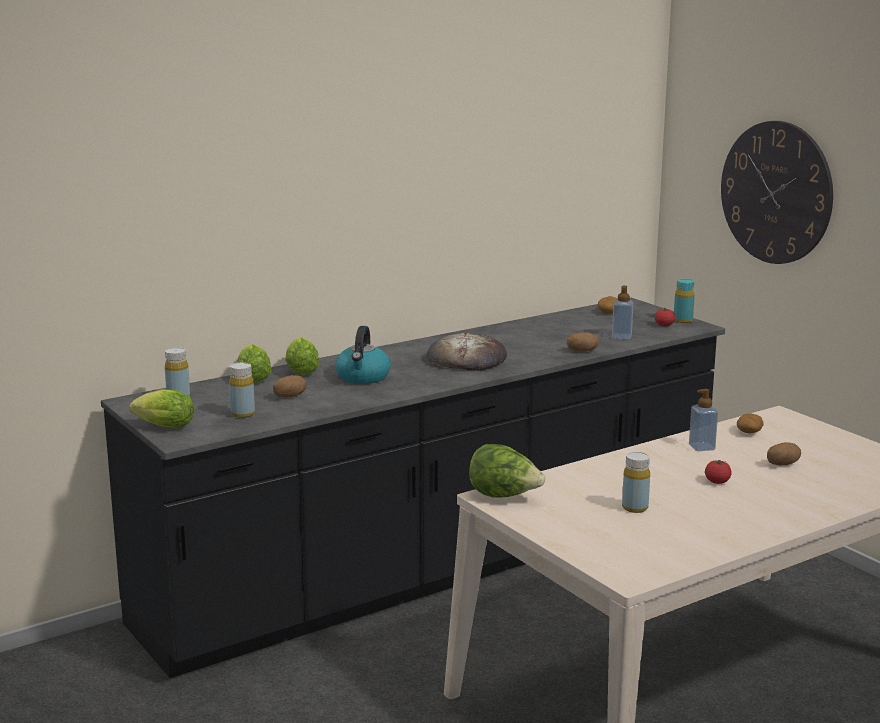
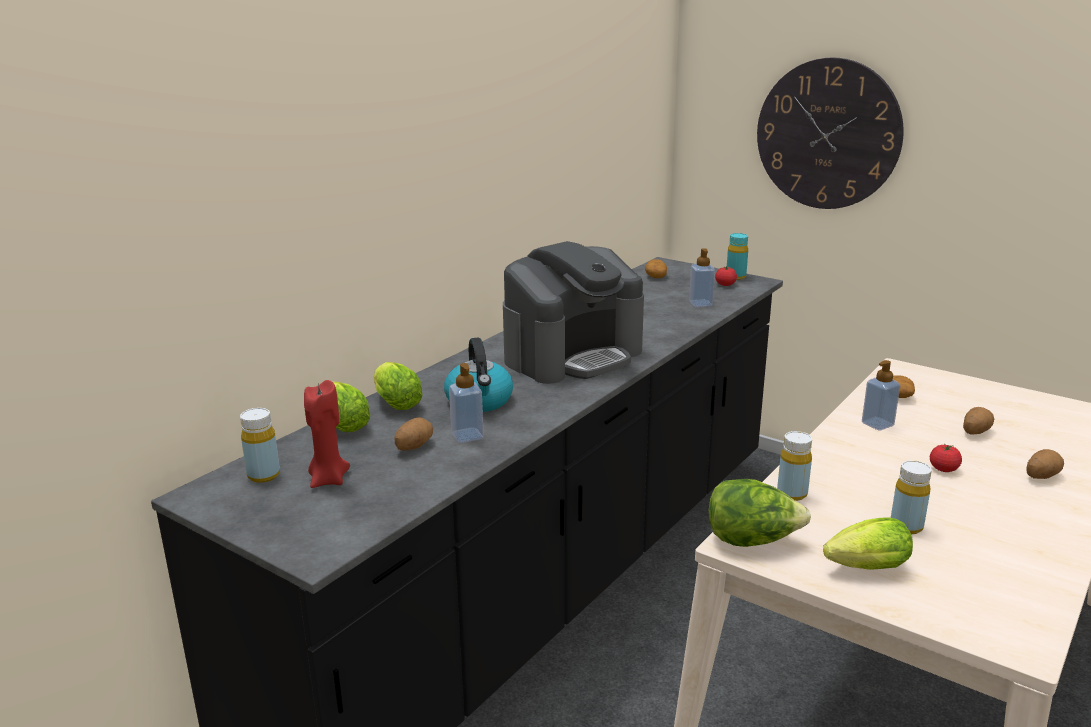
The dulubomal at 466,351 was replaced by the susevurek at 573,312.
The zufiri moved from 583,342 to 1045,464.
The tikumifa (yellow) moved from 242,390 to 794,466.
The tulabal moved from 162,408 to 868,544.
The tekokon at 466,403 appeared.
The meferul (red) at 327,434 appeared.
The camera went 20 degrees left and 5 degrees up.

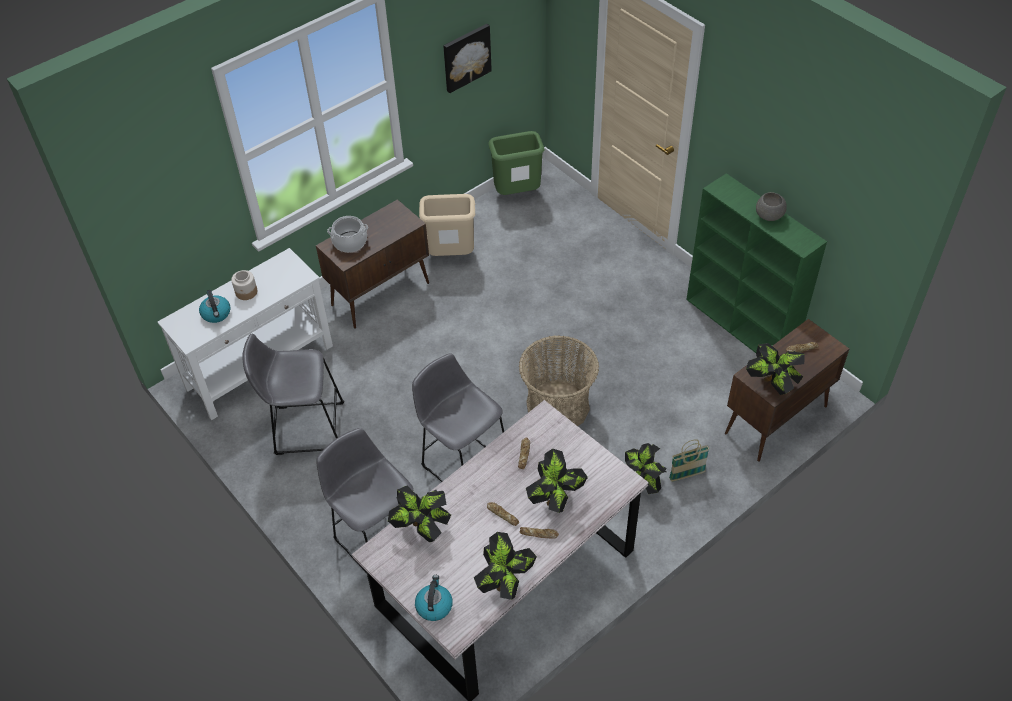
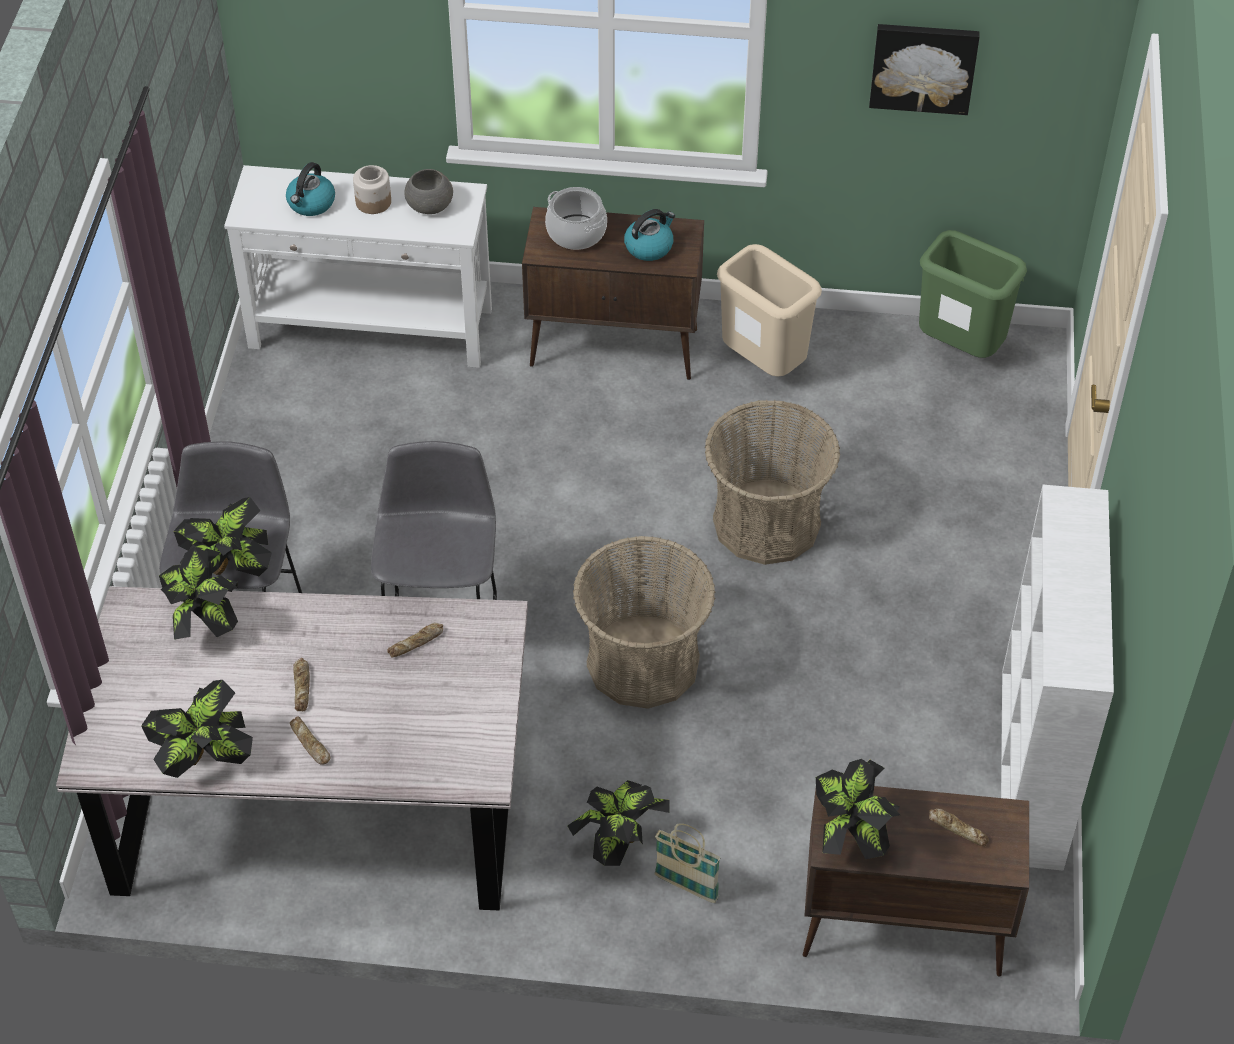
The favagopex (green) at 756,263 became the favagopex (white) at 1057,678.
The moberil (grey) moved from 771,206 to 428,191.
The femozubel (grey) at 293,394 disappeared.
The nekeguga moved from 557,481 to 222,536.
The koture moved from 434,598 to 649,235.
The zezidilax at 772,482 appeared.
The camera went 45 degrees right and 0 degrees up.

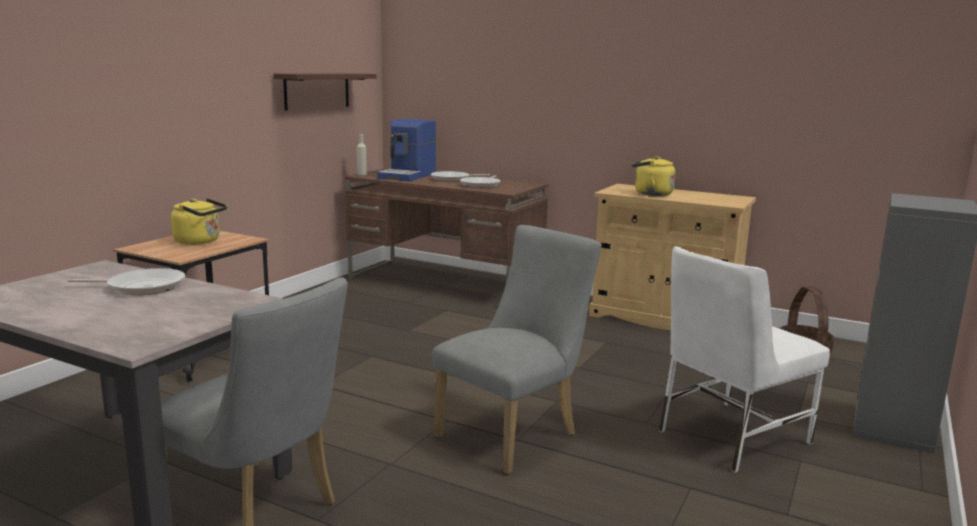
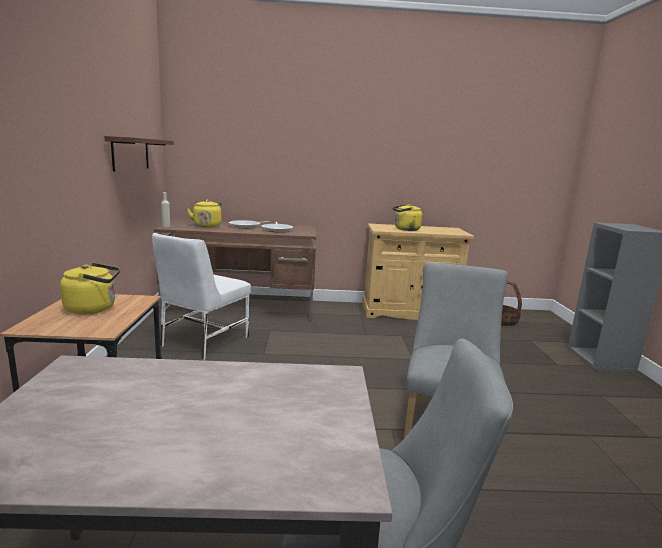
The susevurek at 406,150 was replaced by the koture (yellow) at 204,213.
The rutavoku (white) moved from 744,359 to 201,296.
The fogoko at 126,281 disappeared.
The camera went 30 degrees left and 0 degrees up.

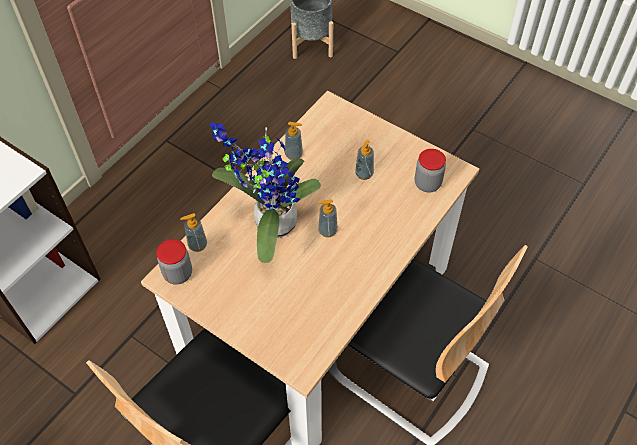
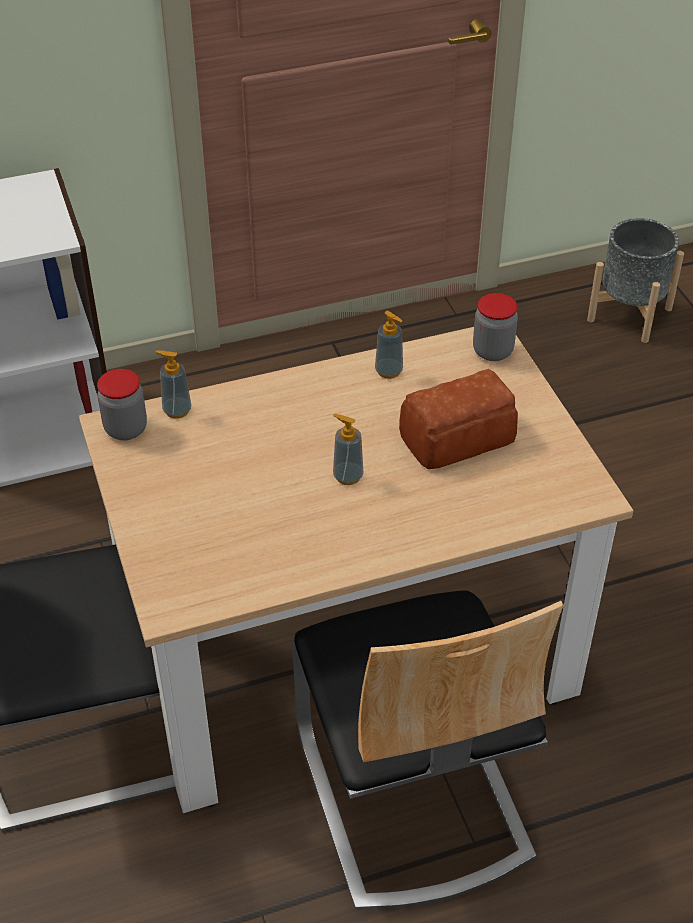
The nekeguga at 265,192 disappeared.
The tekokon at 364,160 was replaced by the dulubomal at 458,419.
The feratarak moved from 430,170 to 495,327.
The camera went 35 degrees right and 10 degrees down.

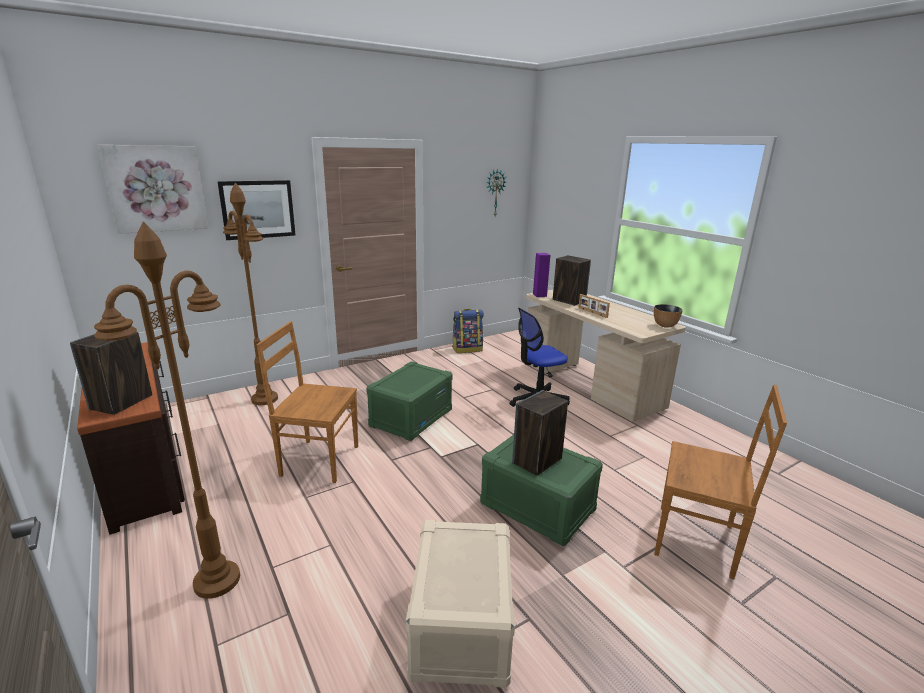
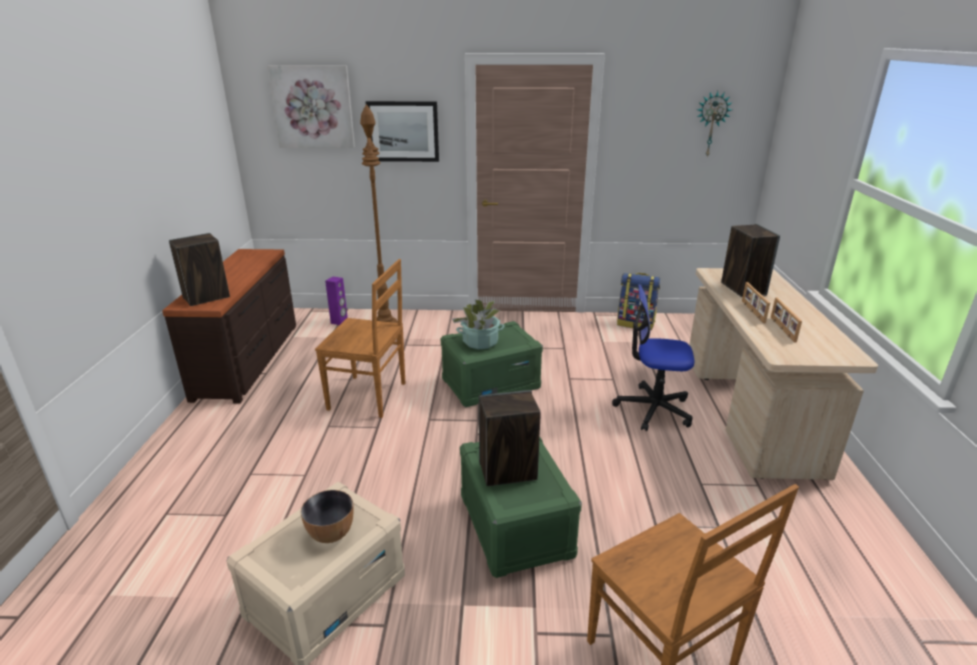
The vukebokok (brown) at 167,410 disappeared.
The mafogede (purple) moved from 541,275 to 336,301.
The moberil moved from 668,316 to 327,516.
The rutavoku (brown) at 307,402 turned 150 degrees clockwise.
The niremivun at 786,319 appeared.
The nekeguga at 478,324 appeared.
The camera went 35 degrees right and 5 degrees up.

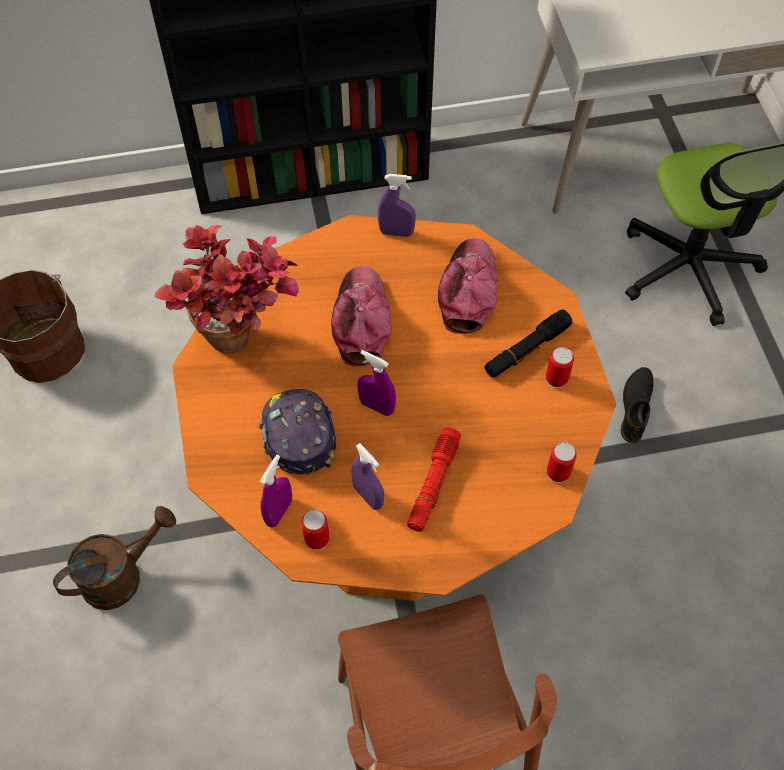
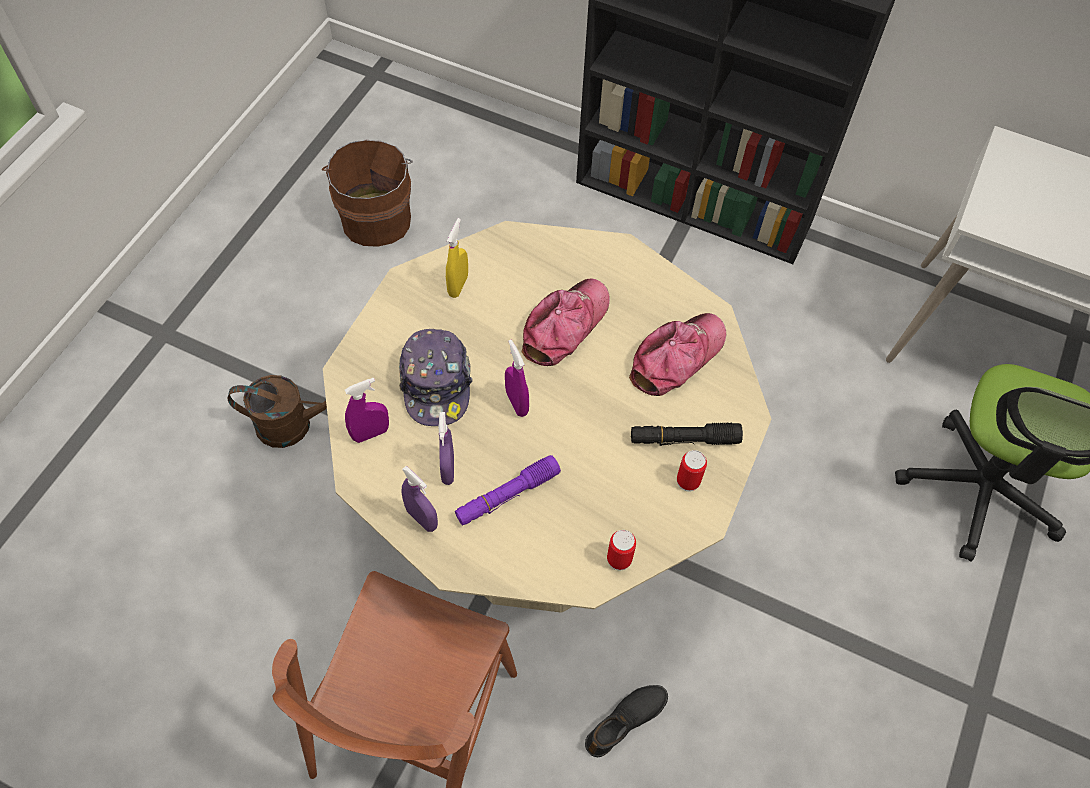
The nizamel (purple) moved from 397,205 to 420,499.
The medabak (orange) at 394,408 became the medabak (beige) at 547,417.
The nekeguga at 226,289 was replaced by the nizamel (yellow) at 457,258.
The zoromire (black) moved from 637,405 to 626,721.
The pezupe at 298,432 turned 150 degrees clockwise.
The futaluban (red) at 434,479 became the futaluban (purple) at 508,490.
The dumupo at 315,530 disappeared.
The camera went 35 degrees right and 0 degrees up.

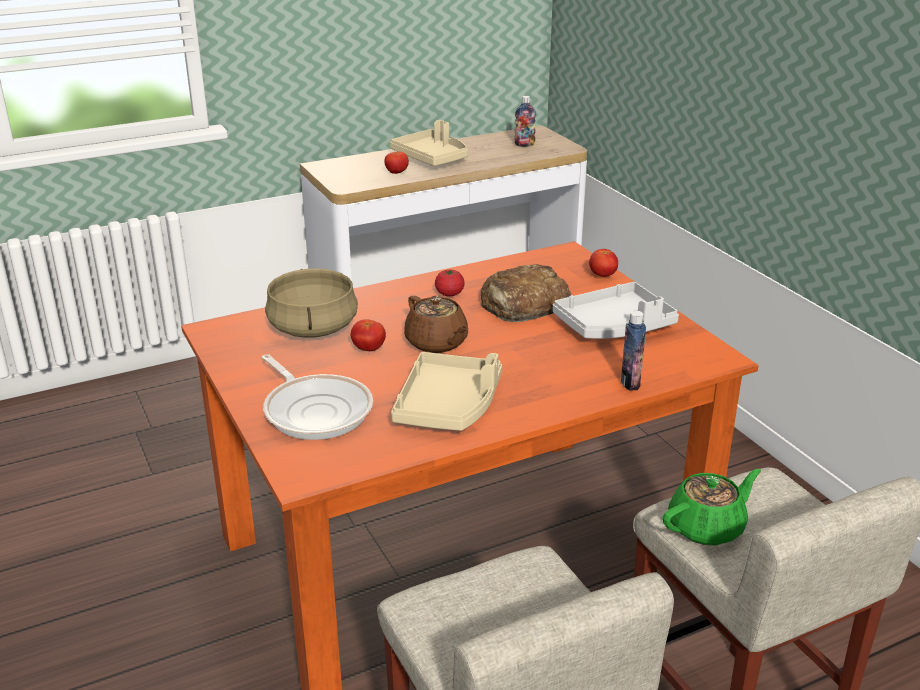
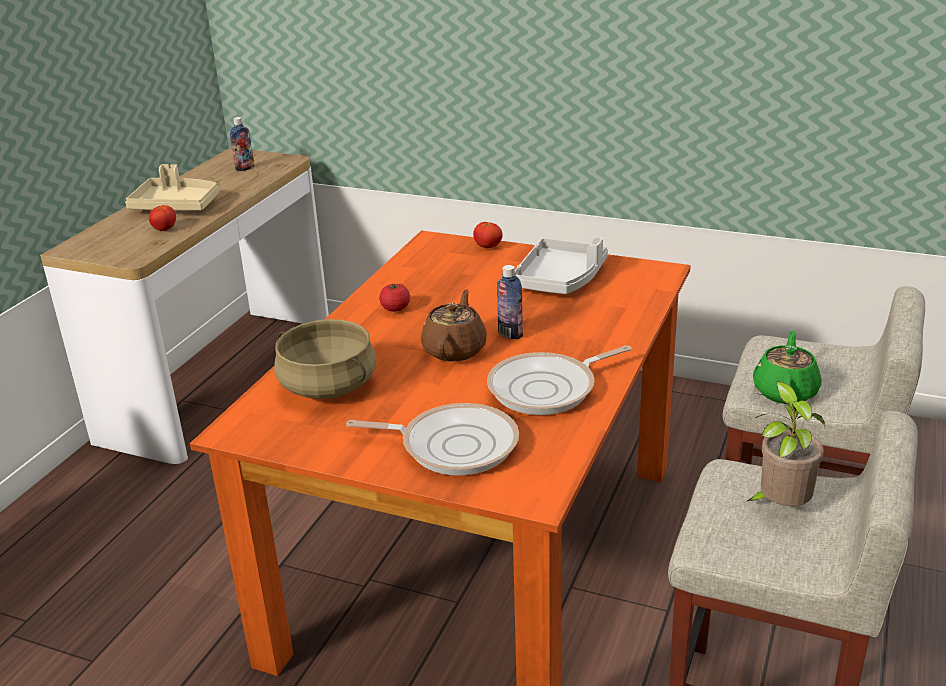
The dulubomal at 526,293 disappeared.
The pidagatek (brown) at 436,324 turned 90 degrees counterclockwise.
The tikumifa moved from 633,351 to 510,302.
The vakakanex at 368,335 disappeared.
The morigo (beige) at 446,391 was replaced by the fogoko at 559,380.
The nekeguga at 786,444 appeared.
The camera went 40 degrees left and 0 degrees up.

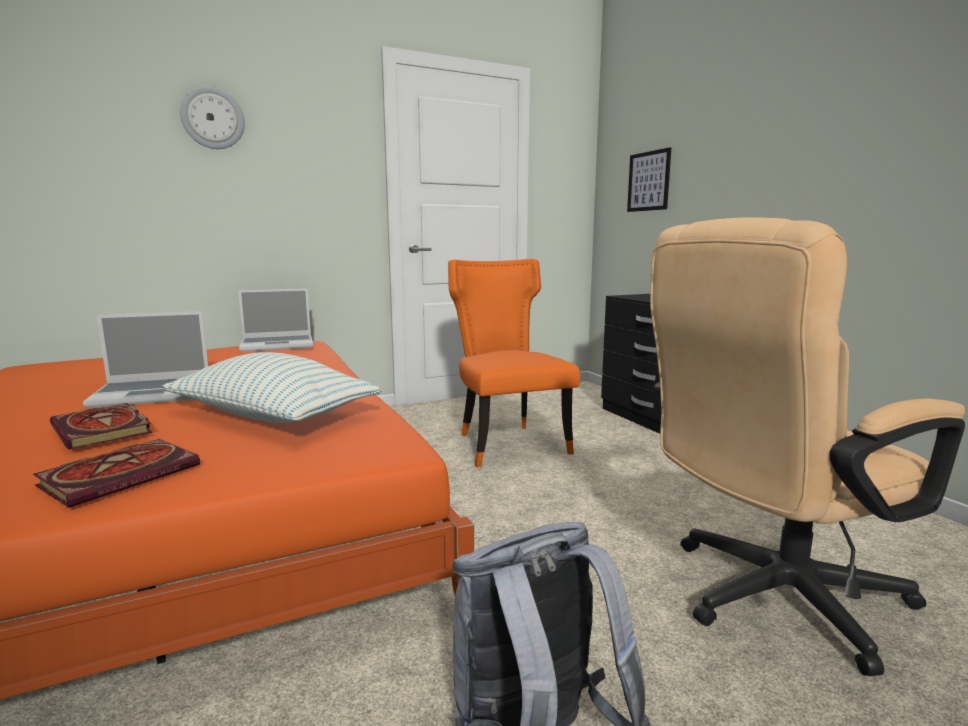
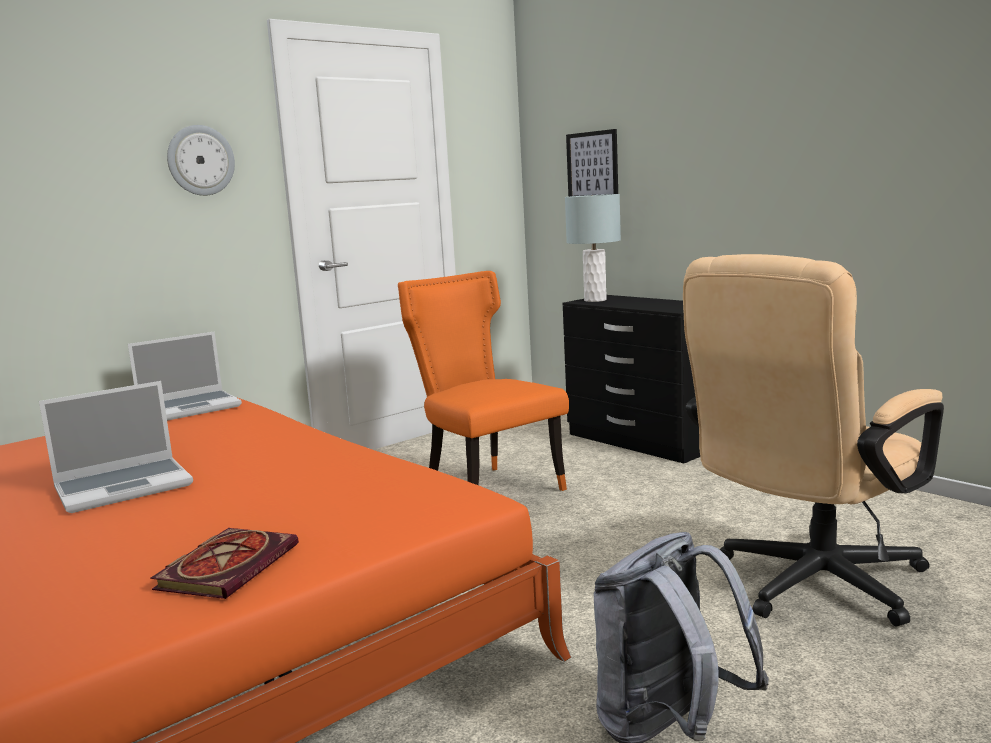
The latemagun moved from 212,117 to 201,160.
The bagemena at 271,387 disappeared.
The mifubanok at 101,426 disappeared.
The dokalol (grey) at 593,248 appeared.
The camera went 15 degrees left and 0 degrees up.

